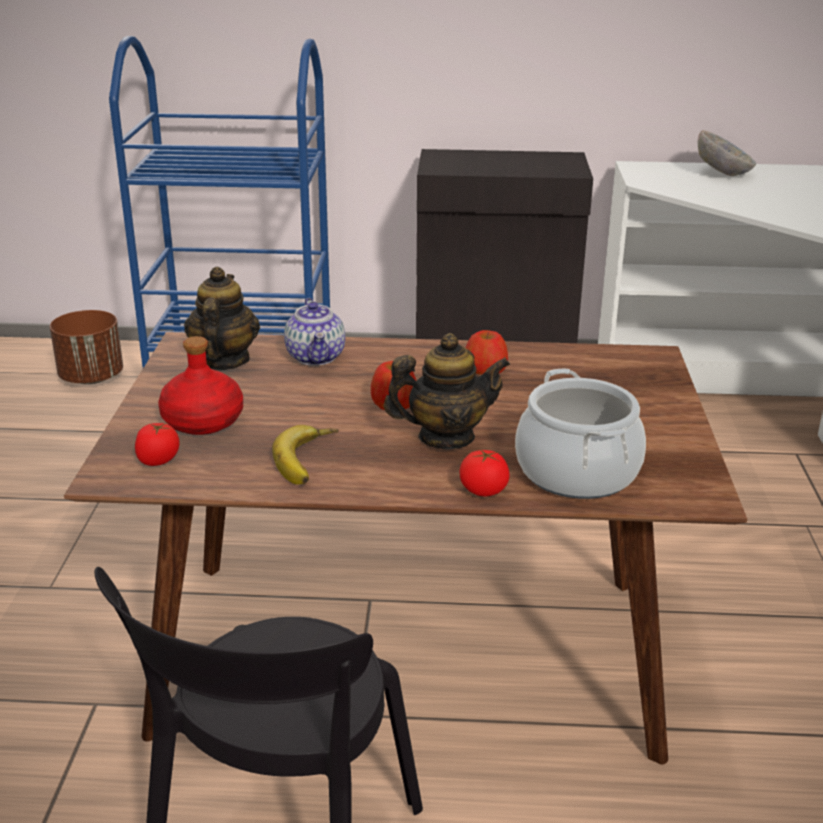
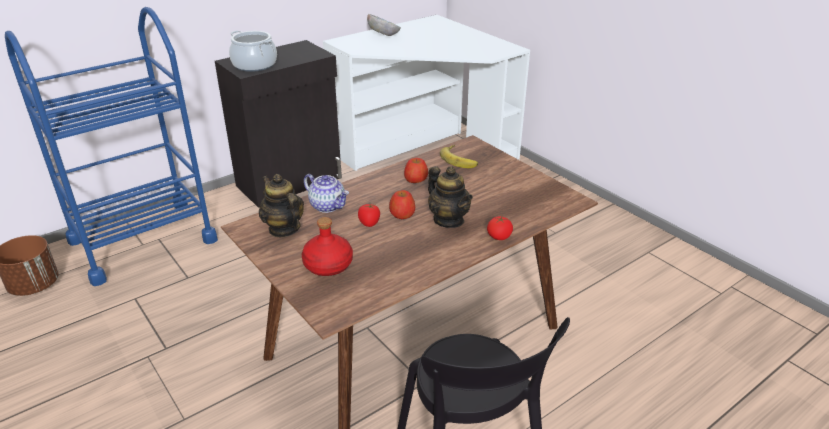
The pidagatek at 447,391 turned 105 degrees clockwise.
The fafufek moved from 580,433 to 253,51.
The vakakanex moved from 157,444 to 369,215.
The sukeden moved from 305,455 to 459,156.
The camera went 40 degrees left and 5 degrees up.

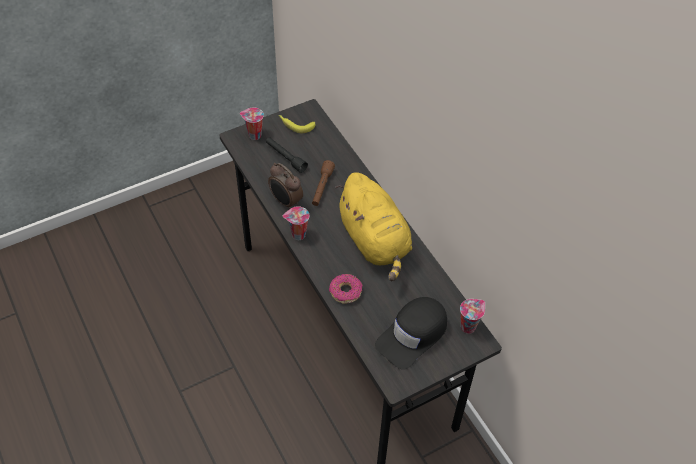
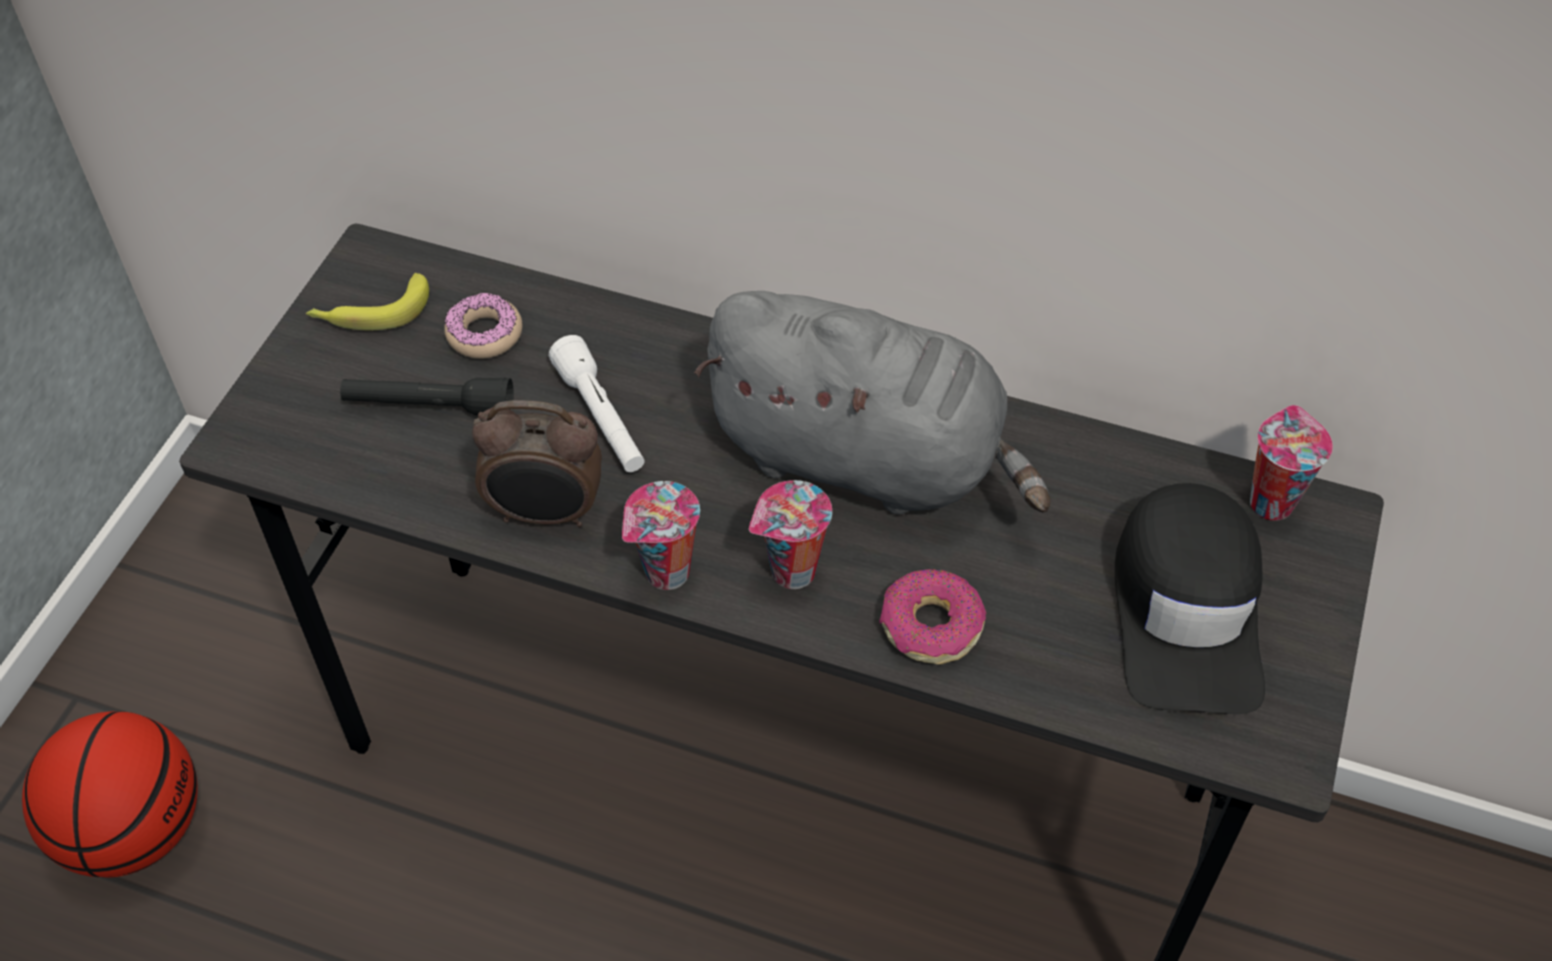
The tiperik moved from 252,124 to 790,534.
The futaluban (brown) at 323,183 became the futaluban (white) at 597,403.
The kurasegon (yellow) at 373,226 became the kurasegon (grey) at 872,403.
The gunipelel at 483,326 appeared.
The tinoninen at 110,794 appeared.
The camera went 40 degrees left and 0 degrees up.

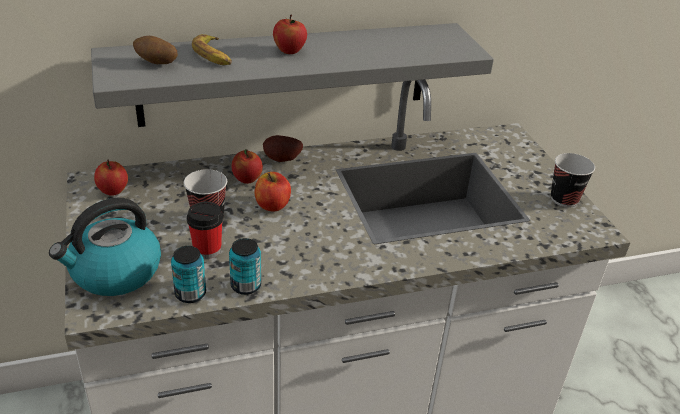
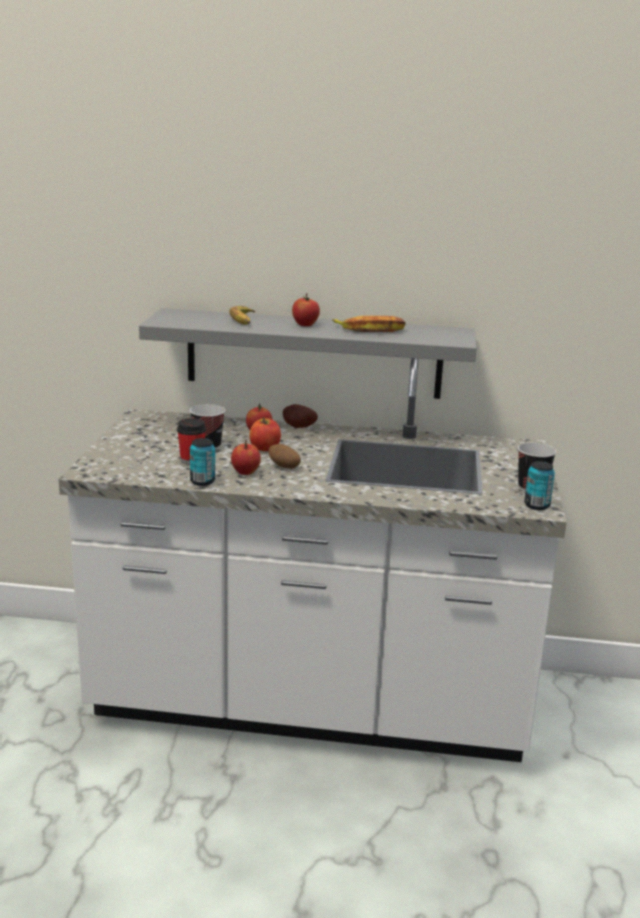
The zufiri moved from 155,50 to 284,456.
The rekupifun moved from 111,177 to 246,457.
The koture at 105,247 disappeared.
The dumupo moved from 188,274 to 539,485.
The sukeden at 369,324 appeared.
The camera went 25 degrees right and 15 degrees down.

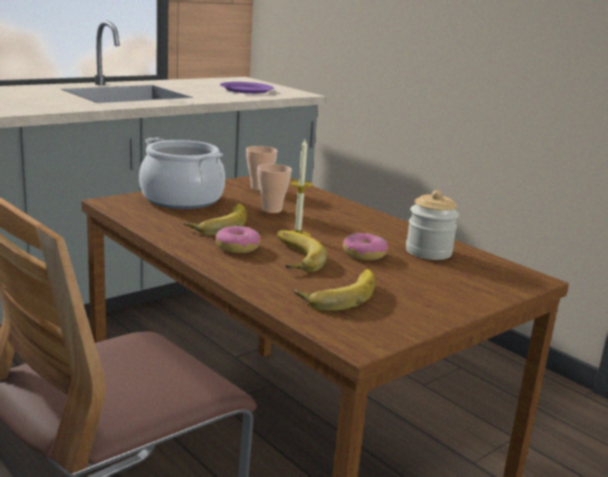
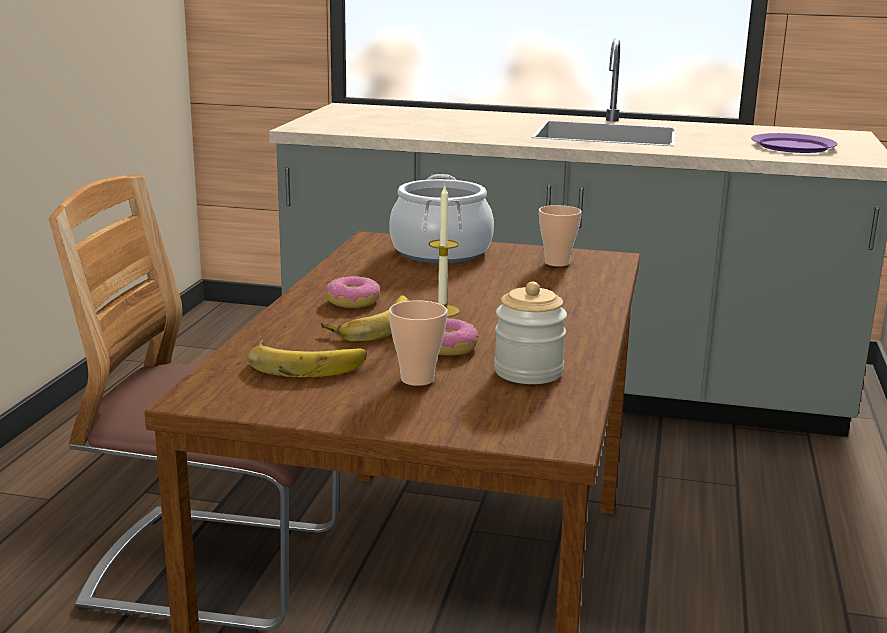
The tiperik moved from 274,188 to 418,343.
The sukeden at 215,219 disappeared.
The camera went 55 degrees right and 0 degrees up.

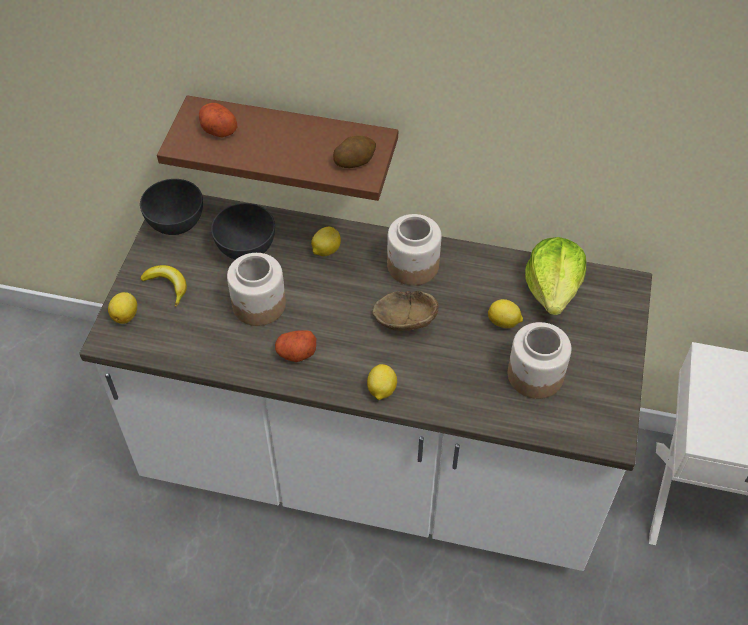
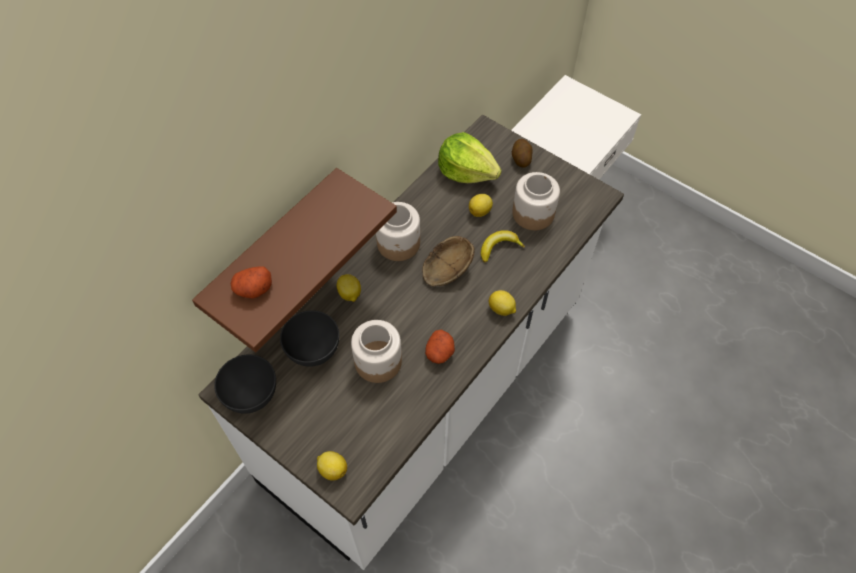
The zufiri moved from 354,152 to 522,153.
The sukeden moved from 163,286 to 503,246.
The camera went 65 degrees left and 5 degrees up.

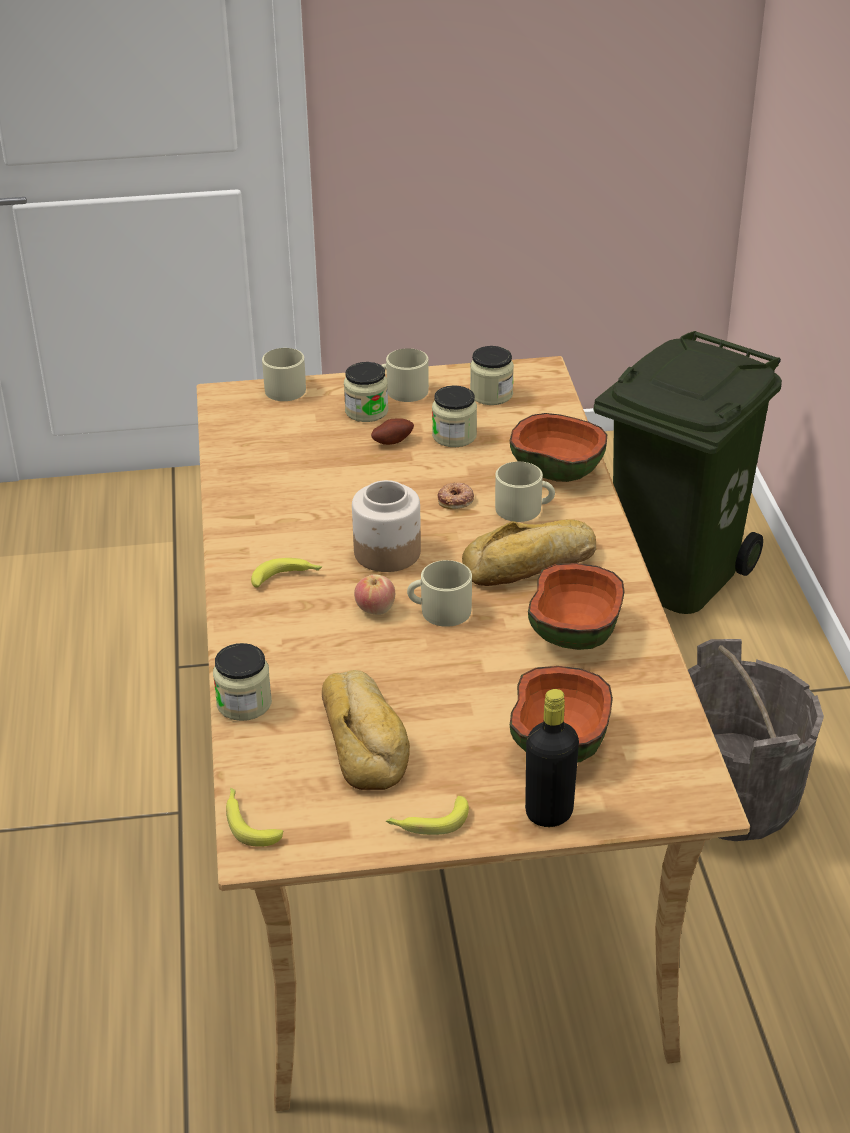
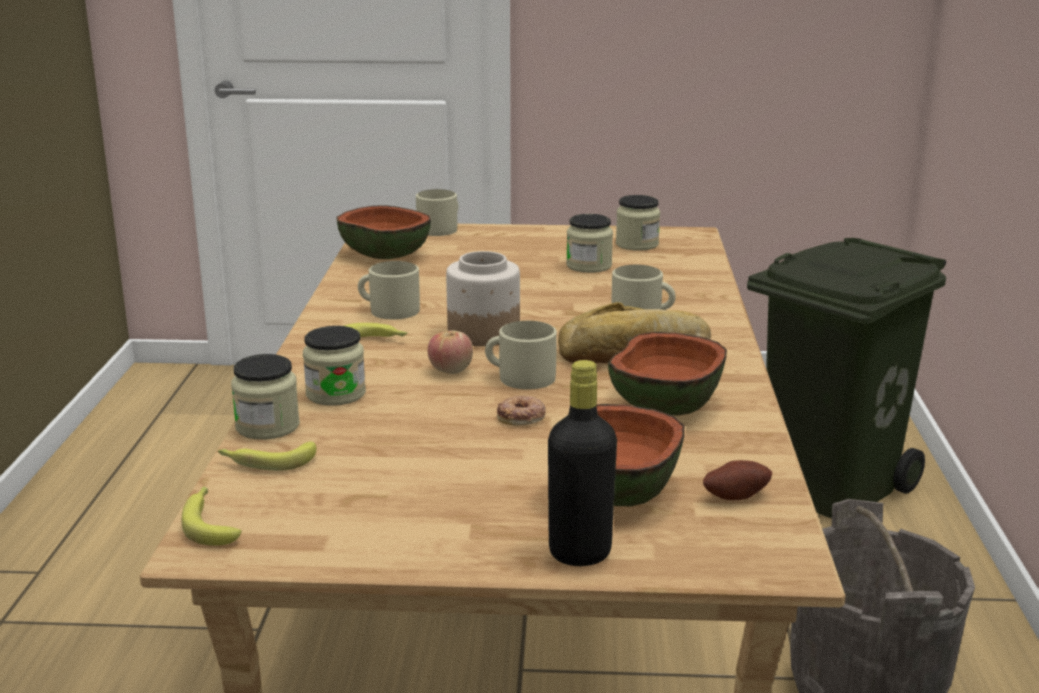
The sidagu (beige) moved from 405,375 to 389,290.
The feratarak moved from 366,392 to 334,366.
The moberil moved from 558,447 to 384,232.
The zufiri moved from 392,431 to 737,480.
The gunipelel moved from 455,495 to 521,410.
The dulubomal at 366,730 disappeared.
The sukeden moved from 427,815 to 267,456.
The camera went 10 degrees right and 15 degrees down.

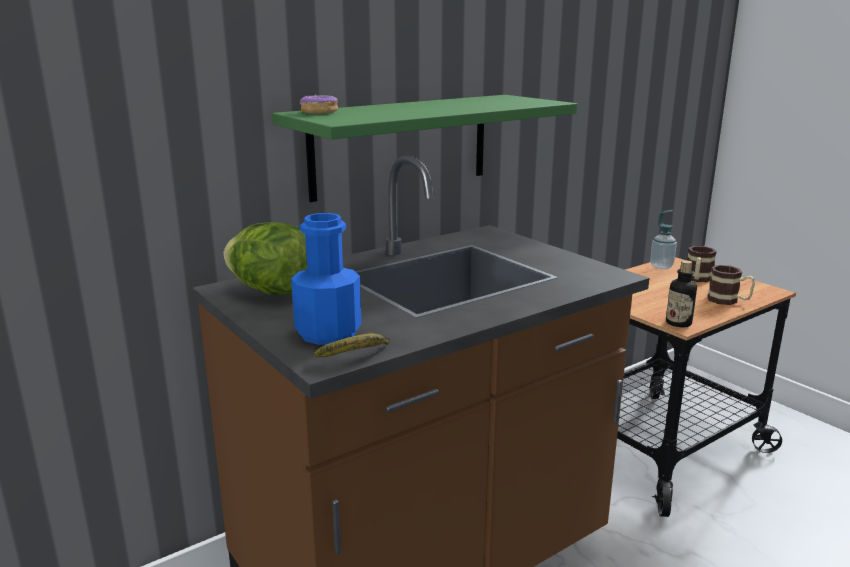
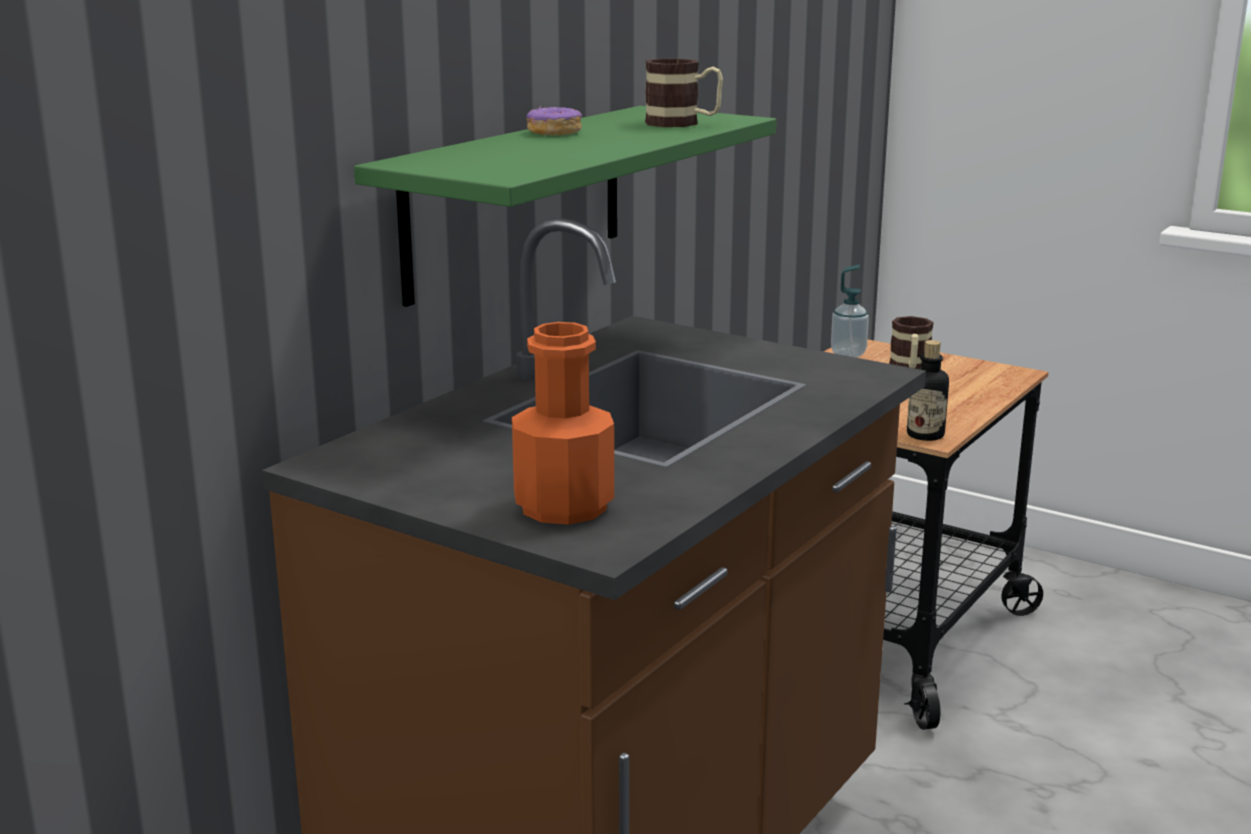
The gunipelel moved from 319,104 to 554,120.
The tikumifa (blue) at 326,279 became the tikumifa (orange) at 563,423.
The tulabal at 265,258 disappeared.
The sidagu moved from 731,285 to 684,93.
The sukeden at 352,345 disappeared.
The camera went 20 degrees left and 0 degrees up.

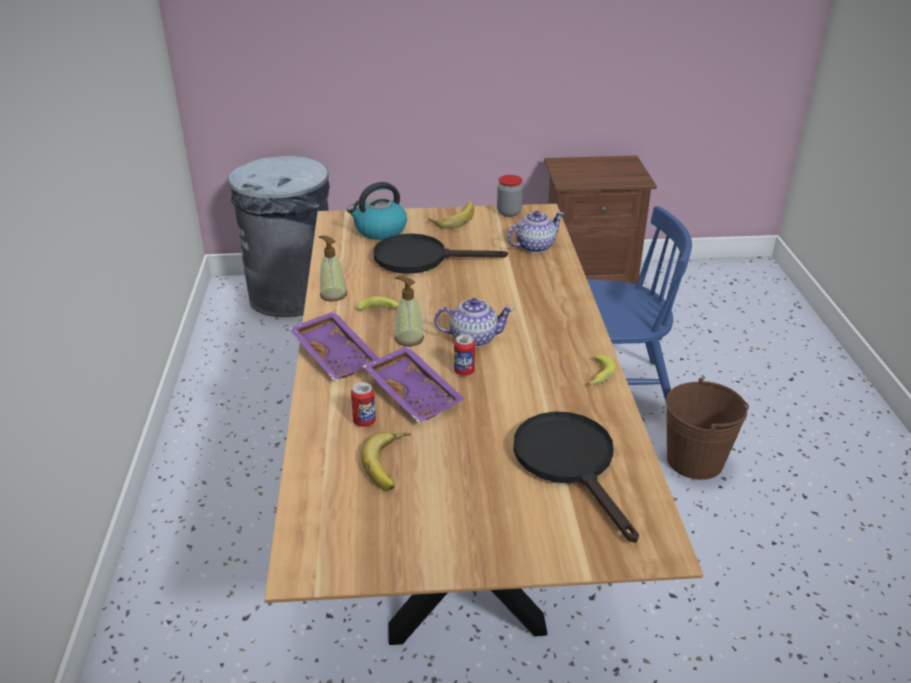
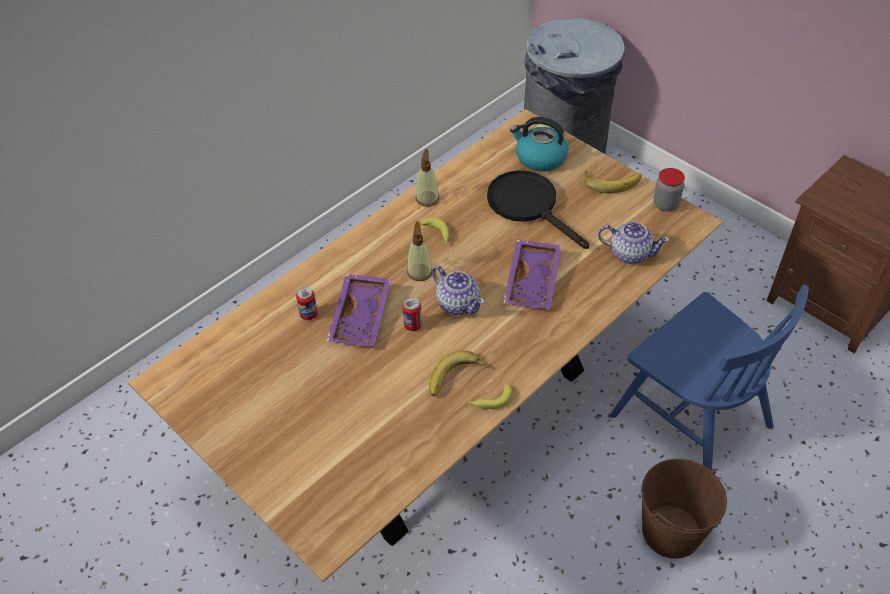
The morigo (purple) moved from 334,345 to 532,274.
The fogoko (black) at 576,477 disappeared.
The sukeden moved from 386,461 to 459,373.
The camera went 50 degrees right and 15 degrees up.

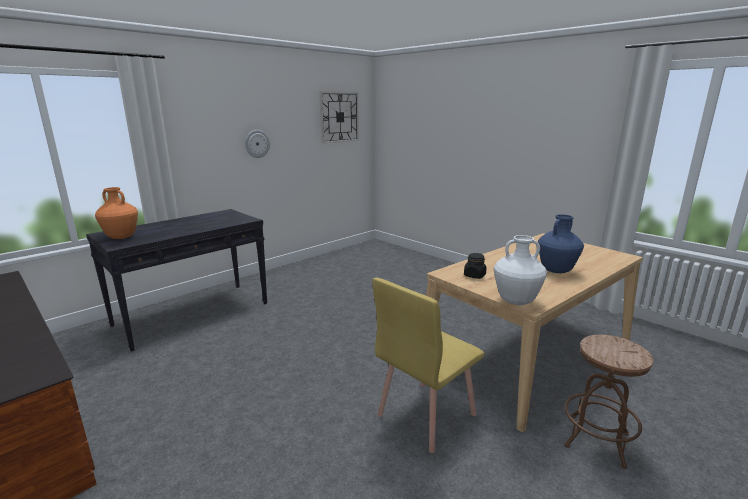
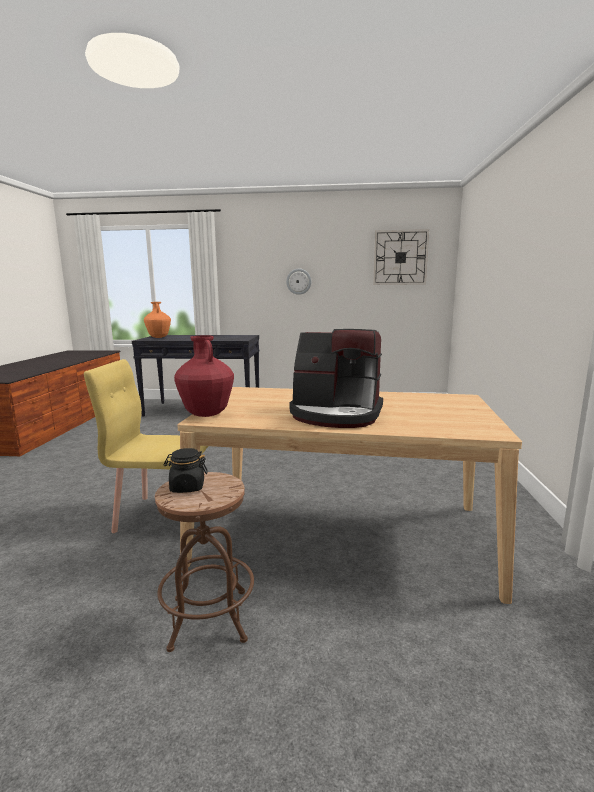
The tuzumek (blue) at 561,243 was replaced by the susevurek at 336,378.
The tuzumek (white) at 520,270 became the tuzumek (red) at 204,376.
The feratarak (black) moved from 475,266 to 185,470.
The camera went 50 degrees right and 5 degrees down.

